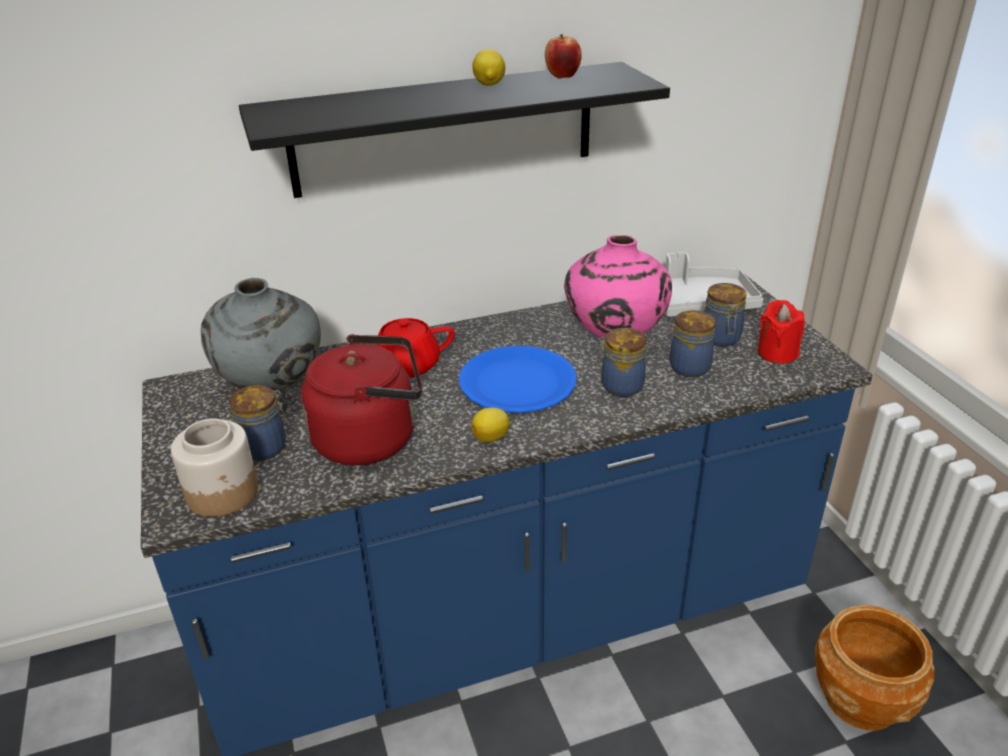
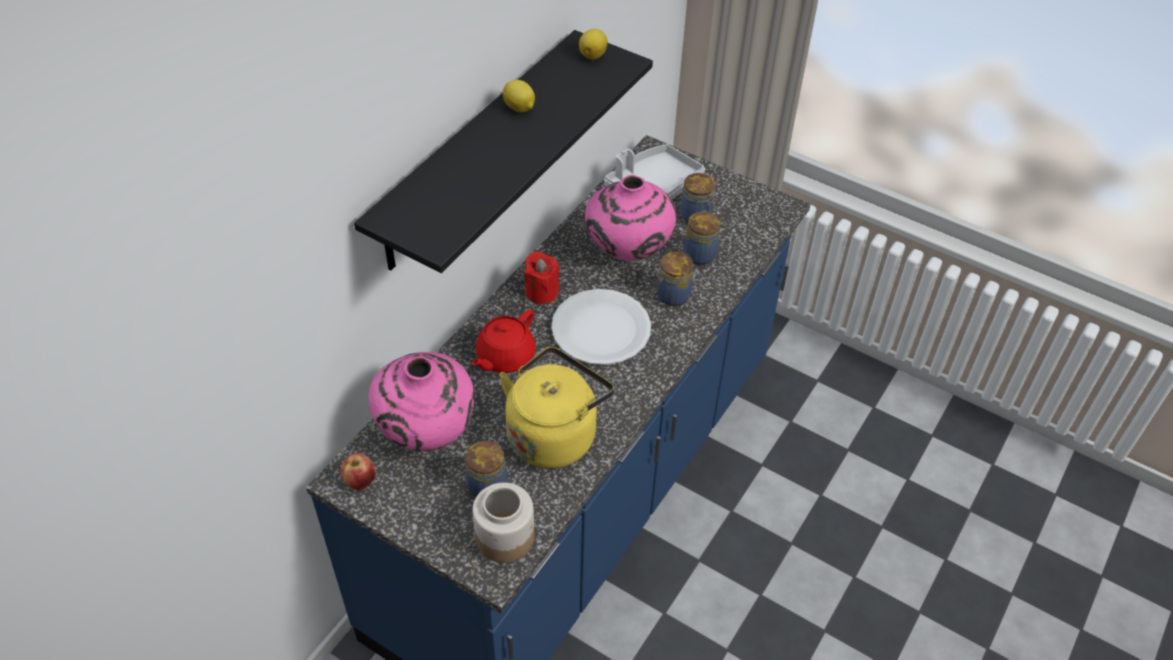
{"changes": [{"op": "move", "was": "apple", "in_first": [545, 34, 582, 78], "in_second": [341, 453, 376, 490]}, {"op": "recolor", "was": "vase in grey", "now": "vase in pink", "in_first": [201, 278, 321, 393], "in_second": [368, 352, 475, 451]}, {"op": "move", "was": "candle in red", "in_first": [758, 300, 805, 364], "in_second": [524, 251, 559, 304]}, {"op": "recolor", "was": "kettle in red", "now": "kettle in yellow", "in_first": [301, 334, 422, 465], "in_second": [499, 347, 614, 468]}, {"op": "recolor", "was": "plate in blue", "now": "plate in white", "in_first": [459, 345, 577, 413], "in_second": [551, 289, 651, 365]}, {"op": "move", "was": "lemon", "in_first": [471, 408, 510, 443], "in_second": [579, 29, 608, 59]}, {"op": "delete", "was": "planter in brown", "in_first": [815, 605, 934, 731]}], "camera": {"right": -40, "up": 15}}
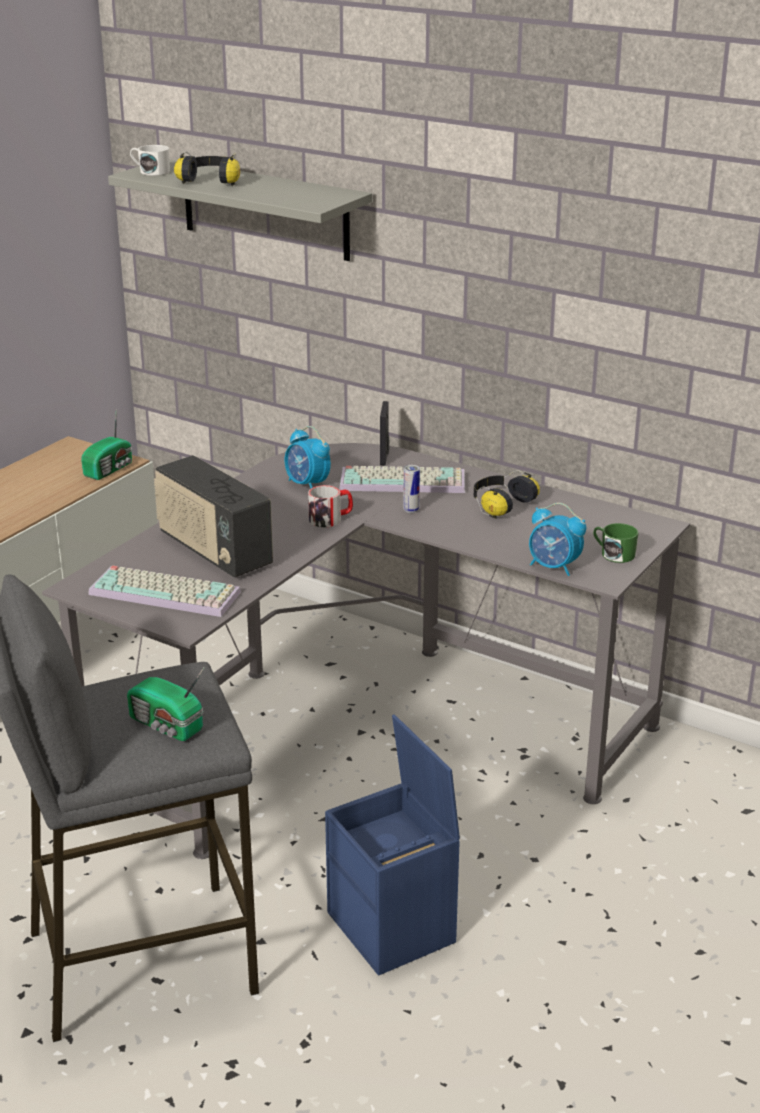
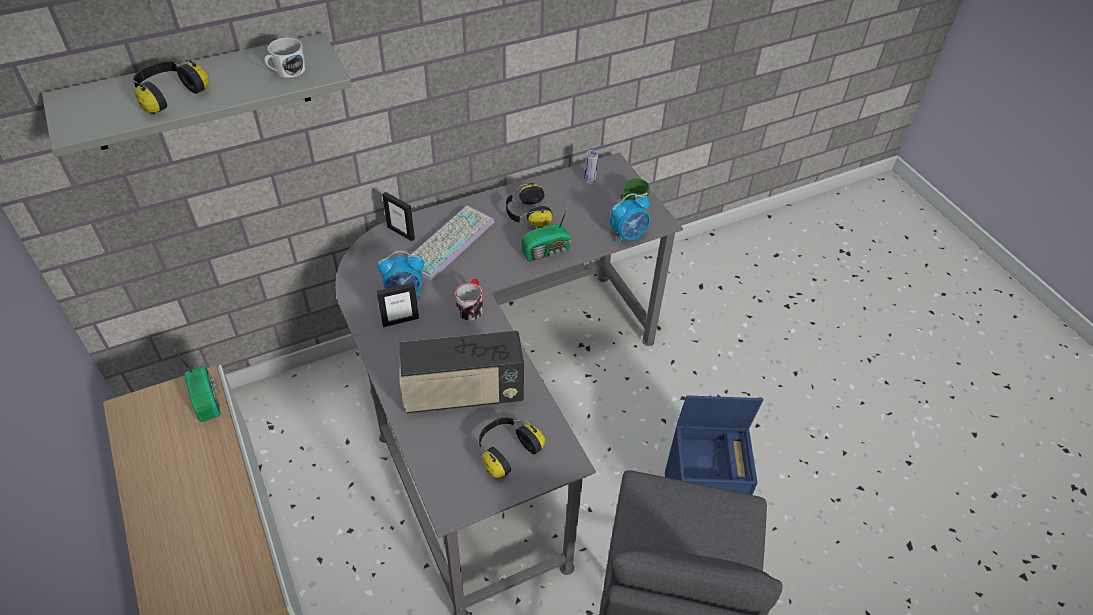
{"changes": [{"op": "move", "was": "mug in white", "in_first": [130, 145, 170, 176], "in_second": [264, 38, 306, 78]}, {"op": "move", "was": "can", "in_first": [403, 465, 420, 513], "in_second": [584, 150, 598, 184]}, {"op": "replace", "was": "keyboard", "now": "headphones", "in_first": [88, 566, 241, 617], "in_second": [479, 418, 545, 478]}, {"op": "move", "was": "radio", "in_first": [127, 667, 205, 741], "in_second": [521, 204, 571, 261]}, {"op": "insert", "now": "picture frame", "in_second": [377, 282, 419, 327]}], "camera": {"right": -60, "up": 20}}
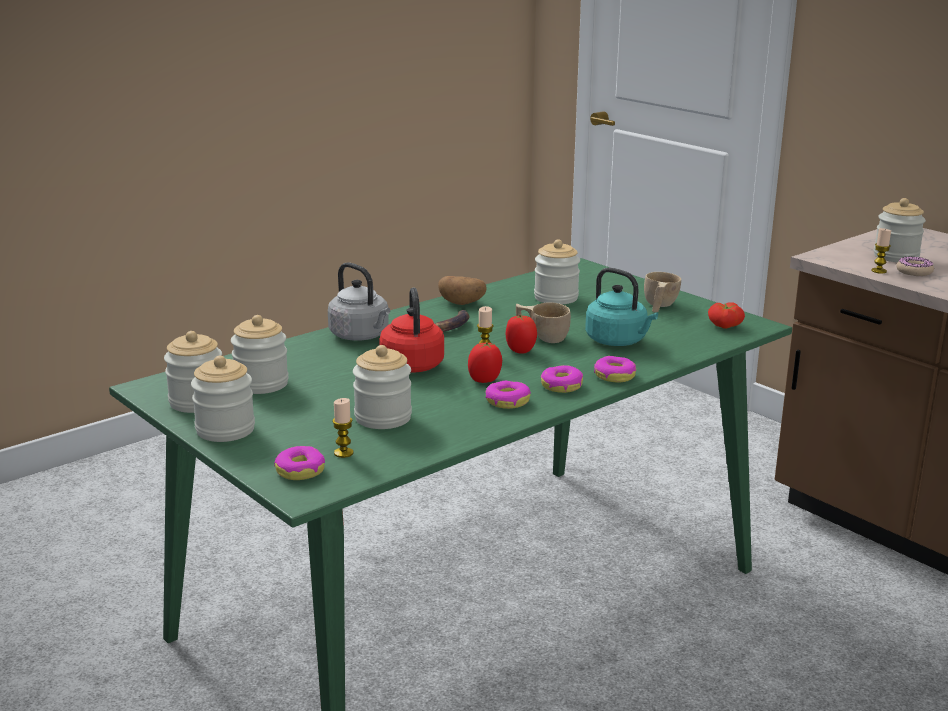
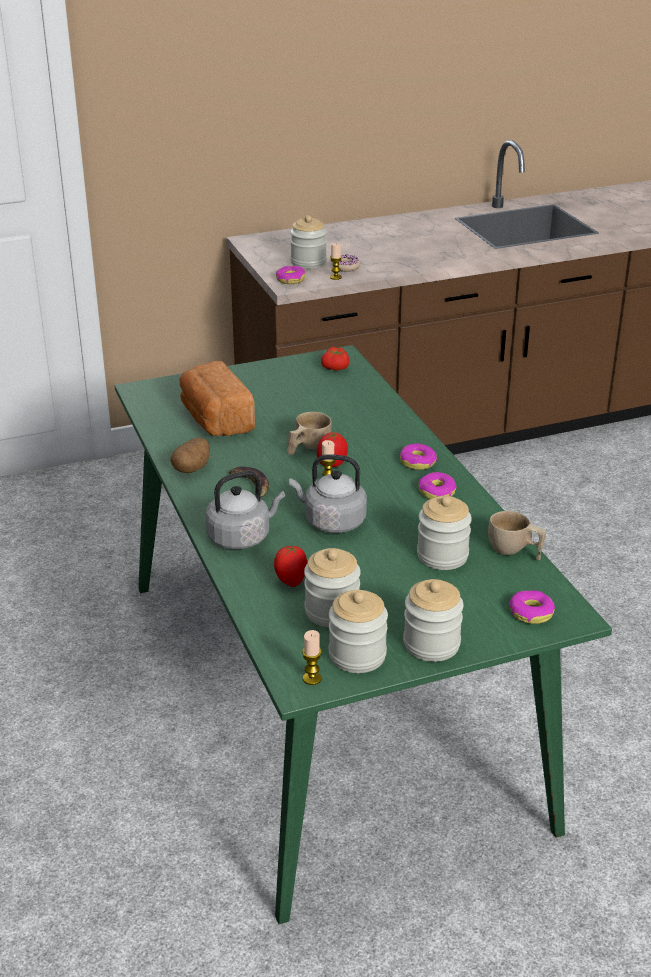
{"changes": [{"op": "replace", "was": "jar", "now": "bread", "in_first": [534, 239, 580, 304], "in_second": [180, 361, 255, 436]}, {"op": "delete", "was": "kettle in turquoise", "in_first": [585, 268, 658, 346]}, {"op": "move", "was": "cup in beige", "in_first": [644, 272, 681, 313], "in_second": [488, 511, 546, 560]}, {"op": "recolor", "was": "kettle in red", "now": "kettle in grey", "in_first": [379, 287, 444, 373], "in_second": [289, 454, 367, 533]}, {"op": "move", "was": "tomato", "in_first": [468, 342, 502, 383], "in_second": [274, 545, 307, 587]}, {"op": "move", "was": "donut", "in_first": [594, 356, 636, 382], "in_second": [276, 266, 305, 284]}, {"op": "move", "was": "candle", "in_first": [333, 398, 354, 458], "in_second": [302, 630, 322, 685]}], "camera": {"right": -70, "up": 10}}
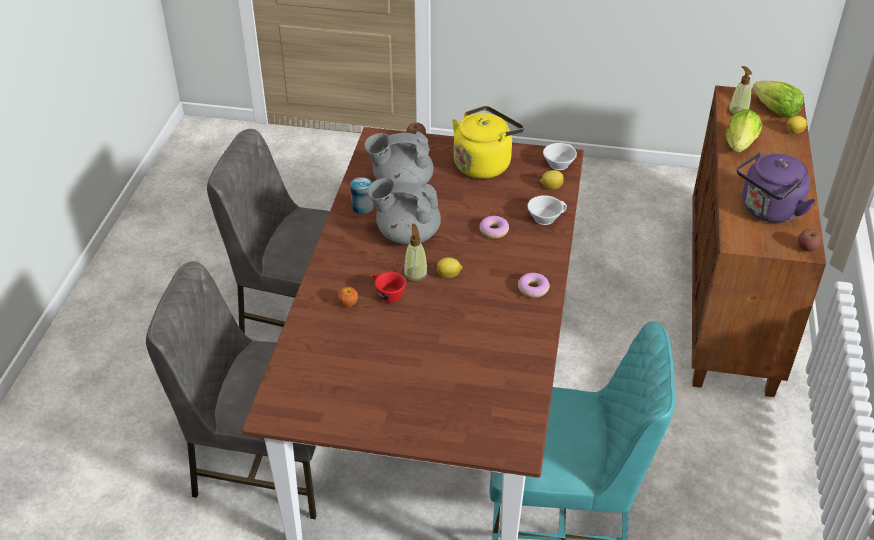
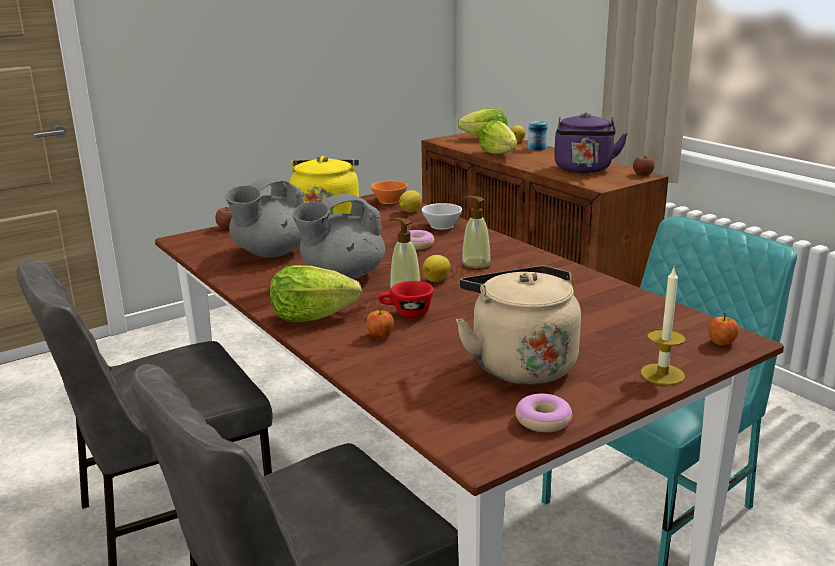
{"changes": [{"op": "move", "was": "soap dispenser", "in_first": [728, 66, 752, 116], "in_second": [461, 196, 491, 270]}, {"op": "recolor", "was": "cup in white", "now": "cup in orange", "in_first": [543, 143, 577, 170], "in_second": [371, 181, 408, 204]}, {"op": "move", "was": "can", "in_first": [350, 177, 374, 214], "in_second": [528, 121, 548, 150]}, {"op": "move", "was": "donut", "in_first": [518, 273, 550, 298], "in_second": [516, 394, 572, 432]}, {"op": "insert", "now": "lettuce", "in_second": [270, 265, 362, 322]}, {"op": "insert", "now": "kettle in beige", "in_second": [456, 266, 581, 385]}, {"op": "insert", "now": "candle", "in_second": [641, 268, 686, 385]}, {"op": "insert", "now": "apple", "in_second": [708, 313, 739, 345]}], "camera": {"right": -45, "up": -20}}
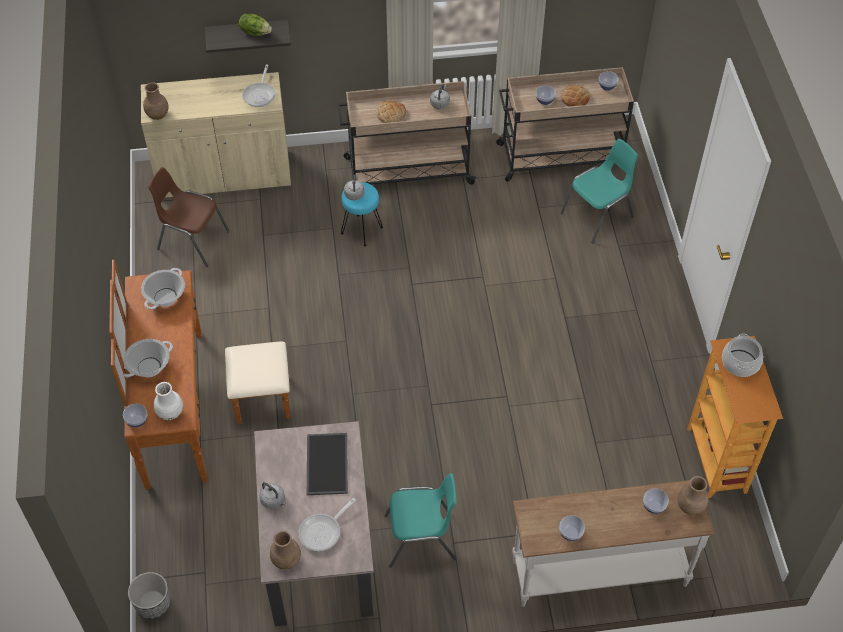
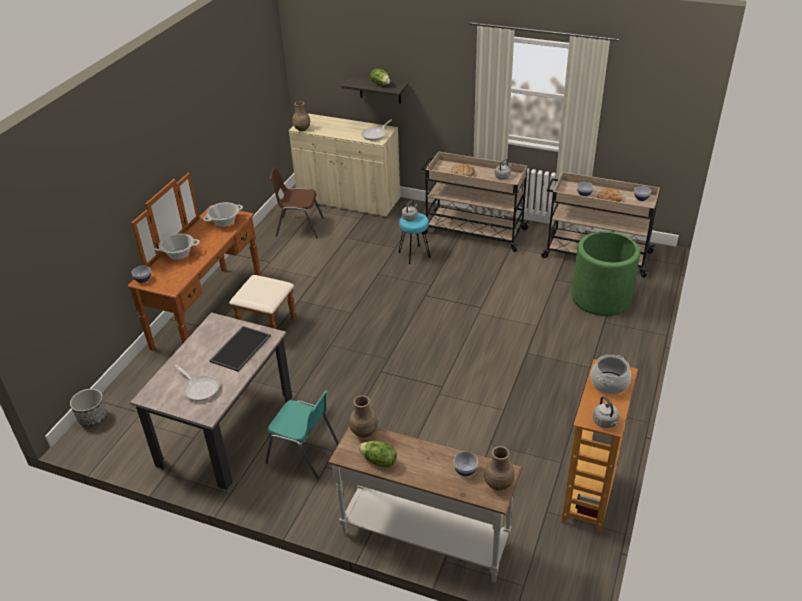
{"changes": [{"op": "replace", "was": "chair in turquoise", "now": "planter in green", "in_first": [561, 139, 638, 243], "in_second": [572, 231, 640, 316]}, {"op": "rotate", "was": "chair in brown", "in_first": [148, 167, 230, 267], "in_second": [270, 167, 324, 238], "clockwise": -45}, {"op": "delete", "was": "vase in white", "in_first": [154, 382, 183, 420]}, {"op": "move", "was": "kettle in grey", "in_first": [259, 482, 286, 509], "in_second": [593, 396, 619, 428]}, {"op": "rotate", "was": "frying pan", "in_first": [299, 498, 356, 551], "in_second": [175, 365, 219, 401], "clockwise": -120}, {"op": "replace", "was": "bowl", "now": "lettuce", "in_first": [559, 515, 585, 541], "in_second": [359, 441, 397, 468]}, {"op": "move", "was": "vase in brown", "in_first": [270, 531, 301, 569], "in_second": [349, 395, 378, 437]}], "camera": {"right": 30, "up": -15}}
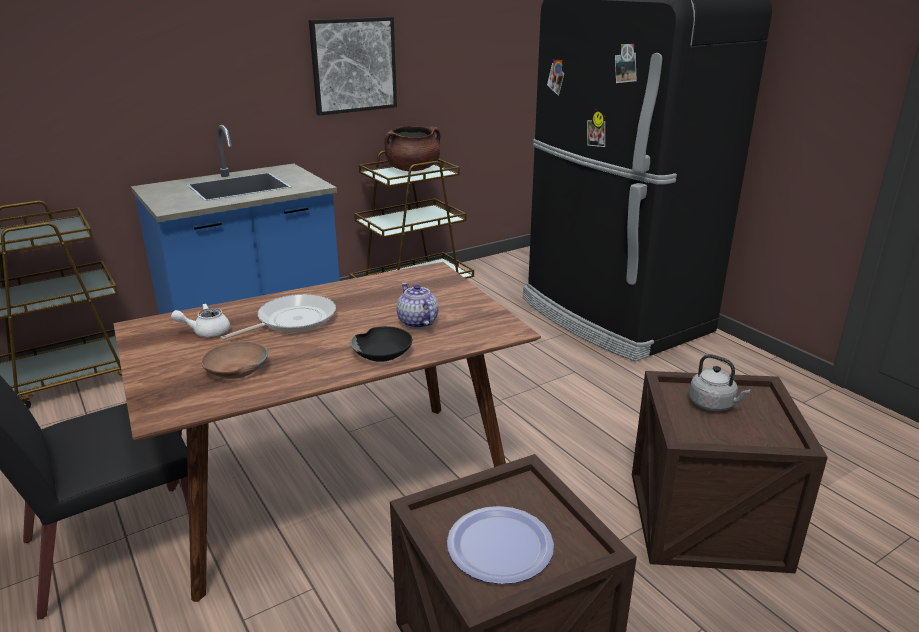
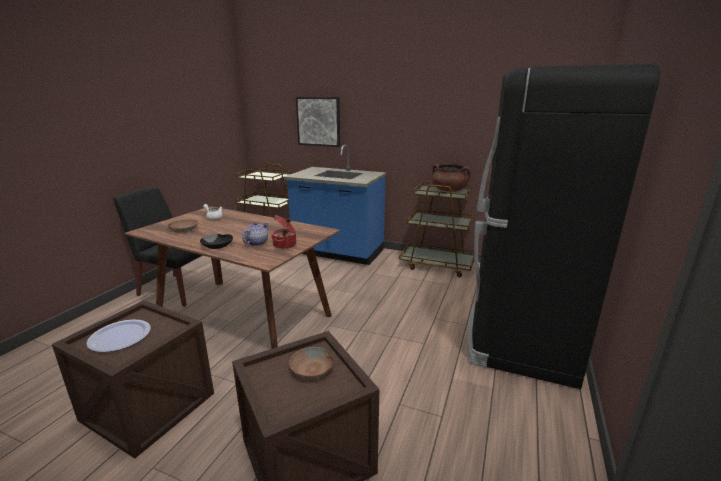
{"changes": [{"op": "move", "was": "picture", "in_first": [309, 17, 397, 116], "in_second": [296, 97, 340, 147]}, {"op": "delete", "was": "frying pan", "in_first": [220, 294, 336, 340]}, {"op": "replace", "was": "kettle in grey", "now": "bowl in brown", "in_first": [689, 354, 751, 411], "in_second": [289, 347, 335, 378]}, {"op": "insert", "now": "cooking pot", "in_second": [271, 215, 296, 249]}], "camera": {"right": 55, "up": -5}}
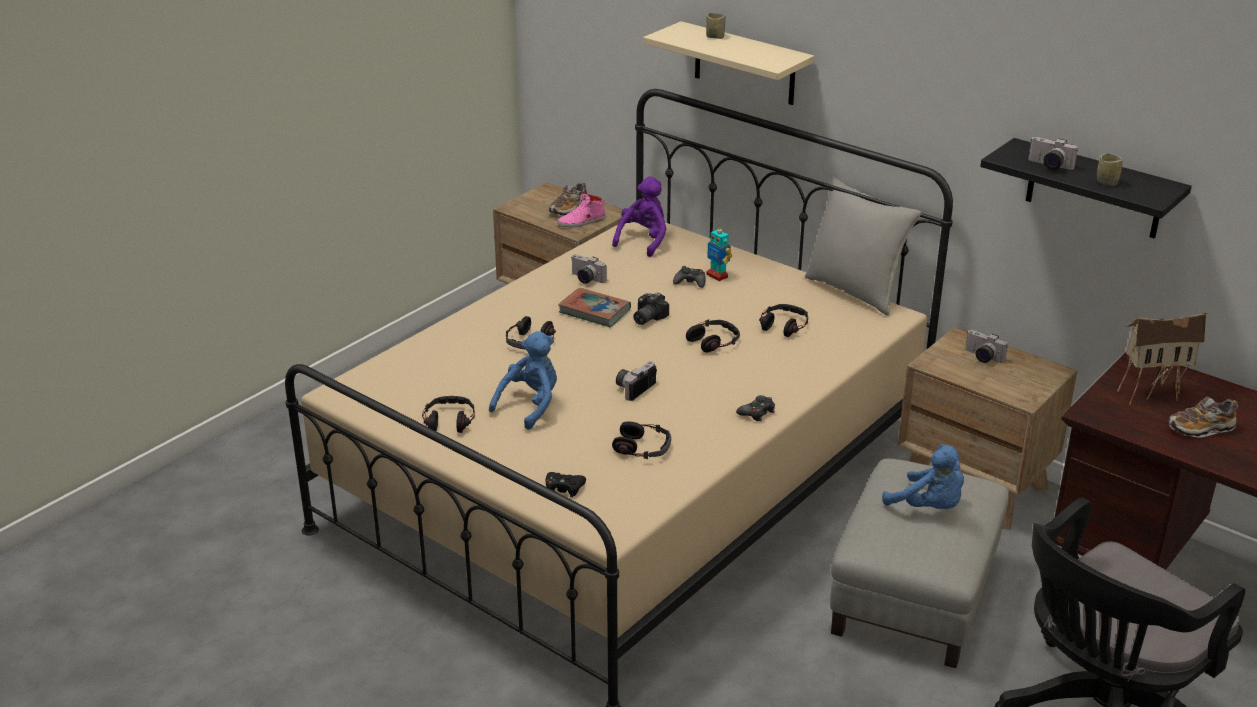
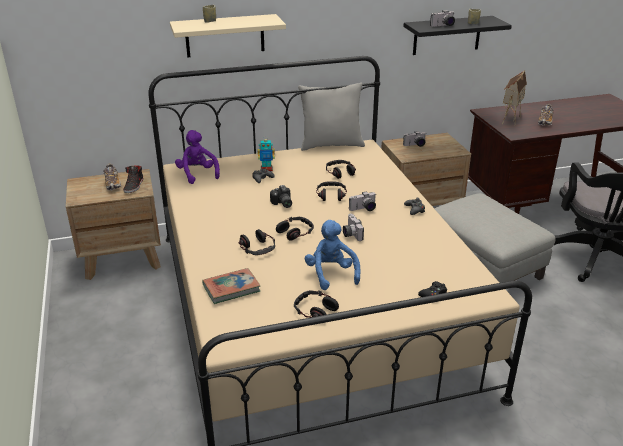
{"changes": [{"op": "recolor", "was": "shoe in pink", "now": "shoe in black", "in_first": [557, 193, 605, 228], "in_second": [123, 165, 143, 193]}, {"op": "move", "was": "photo camera", "in_first": [572, 254, 607, 284], "in_second": [349, 191, 376, 211]}, {"op": "move", "was": "book", "in_first": [558, 288, 631, 327], "in_second": [202, 268, 260, 304]}, {"op": "move", "was": "headphones", "in_first": [612, 421, 671, 459], "in_second": [276, 217, 314, 241]}, {"op": "delete", "was": "plush toy in blue", "in_first": [882, 444, 964, 509]}], "camera": {"right": -55, "up": 0}}
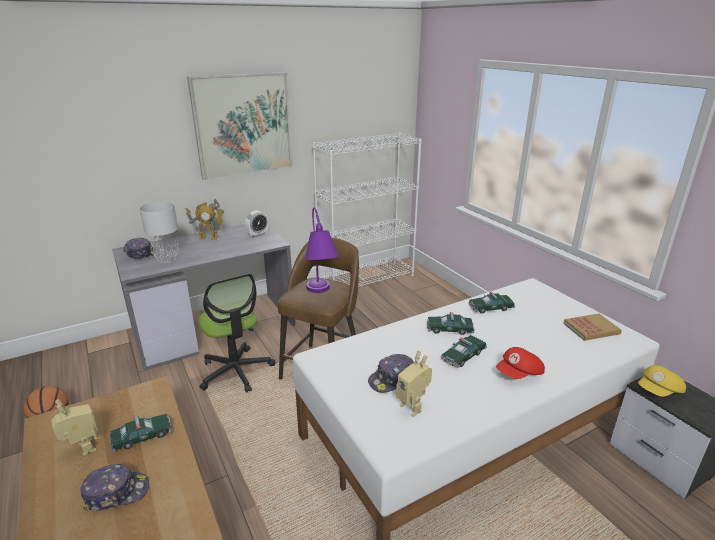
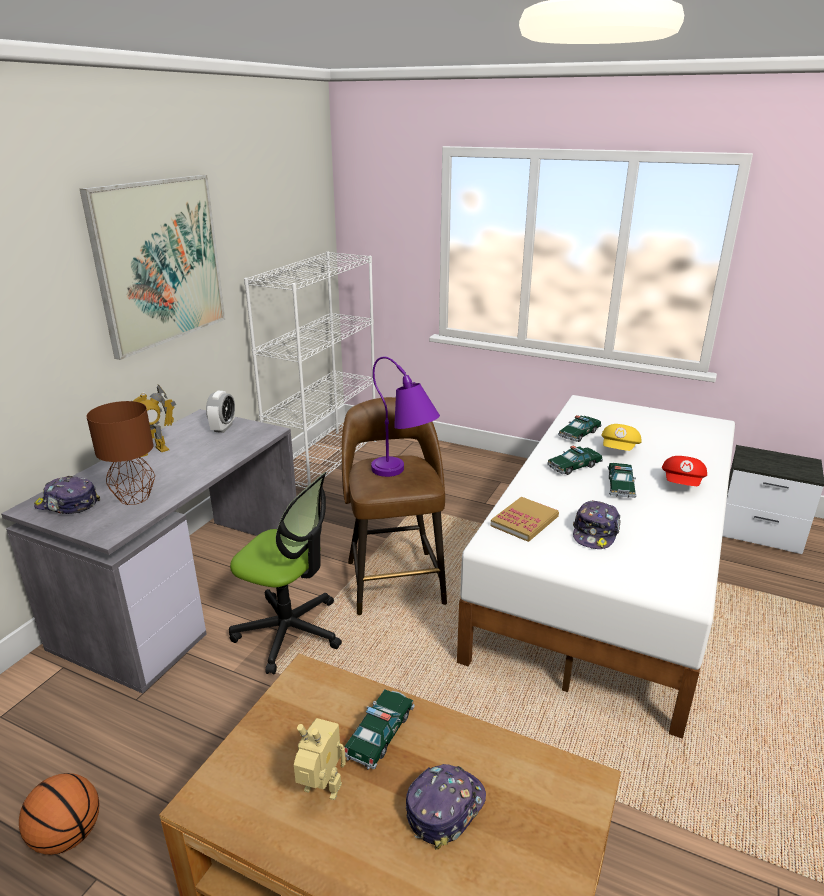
{"changes": [{"op": "recolor", "was": "table lamp in grey", "now": "table lamp in brown", "in_first": [140, 202, 179, 263], "in_second": [87, 401, 155, 505]}, {"op": "move", "was": "book", "in_first": [564, 314, 622, 341], "in_second": [490, 497, 559, 542]}, {"op": "delete", "was": "toy robot", "in_first": [396, 351, 432, 417]}, {"op": "move", "was": "cap in yellow", "in_first": [638, 365, 686, 397], "in_second": [601, 424, 641, 451]}], "camera": {"right": -35, "up": 0}}
